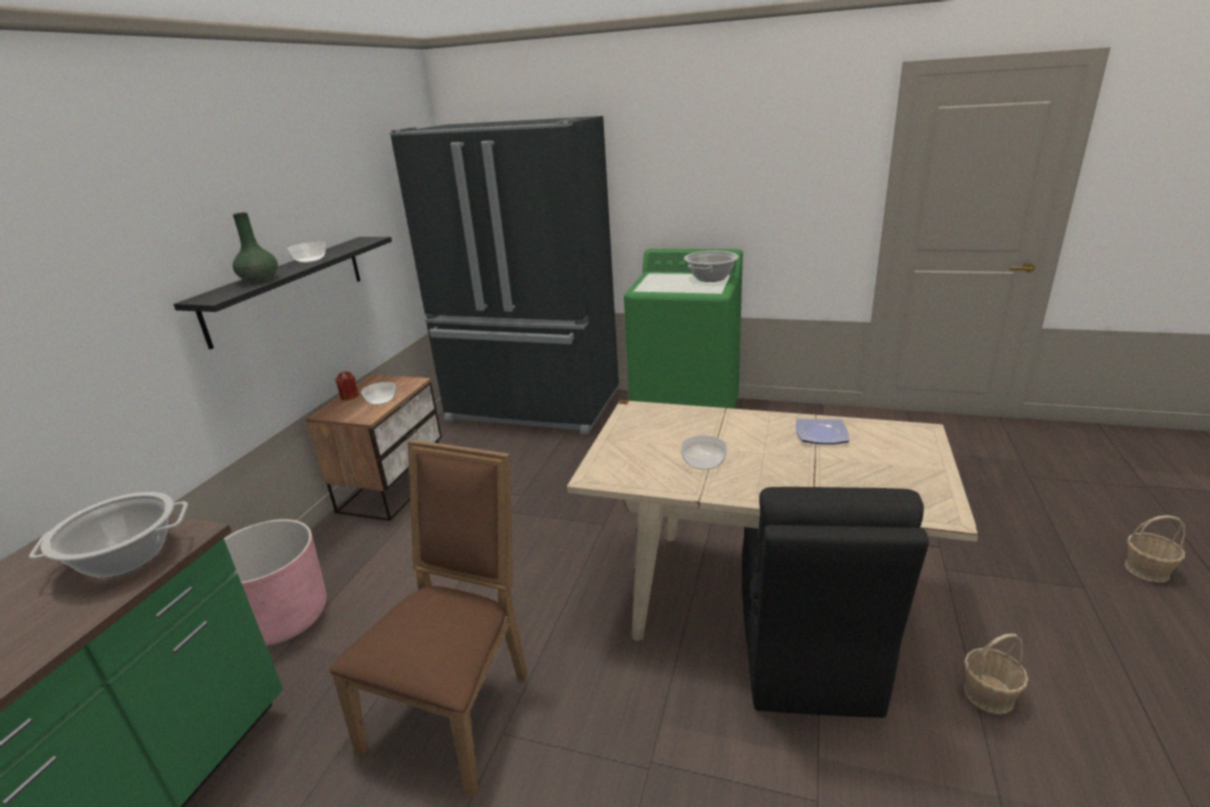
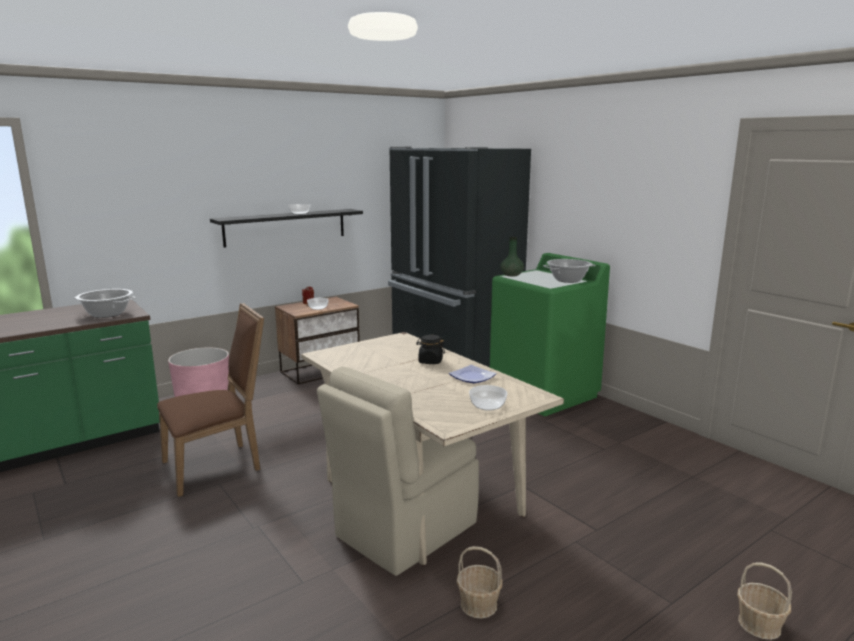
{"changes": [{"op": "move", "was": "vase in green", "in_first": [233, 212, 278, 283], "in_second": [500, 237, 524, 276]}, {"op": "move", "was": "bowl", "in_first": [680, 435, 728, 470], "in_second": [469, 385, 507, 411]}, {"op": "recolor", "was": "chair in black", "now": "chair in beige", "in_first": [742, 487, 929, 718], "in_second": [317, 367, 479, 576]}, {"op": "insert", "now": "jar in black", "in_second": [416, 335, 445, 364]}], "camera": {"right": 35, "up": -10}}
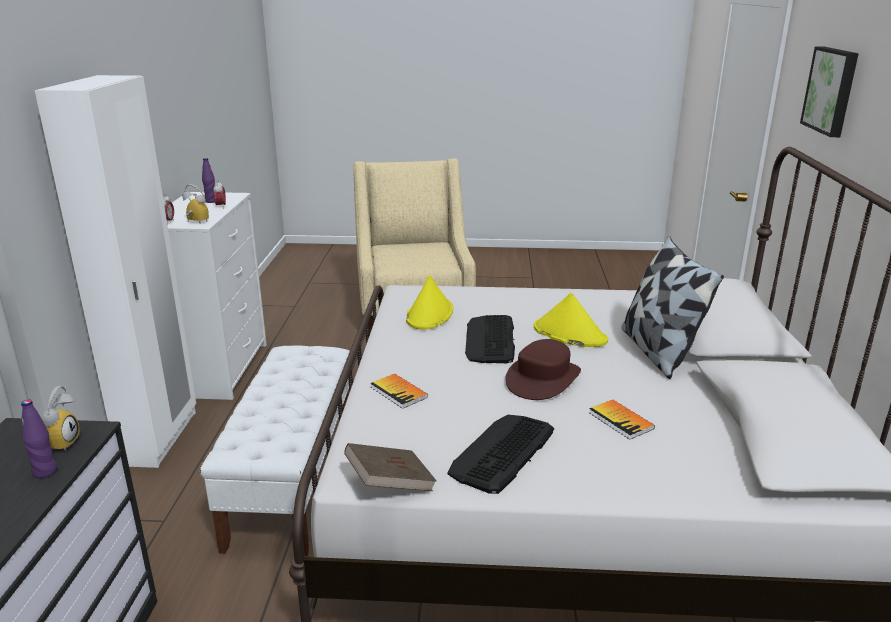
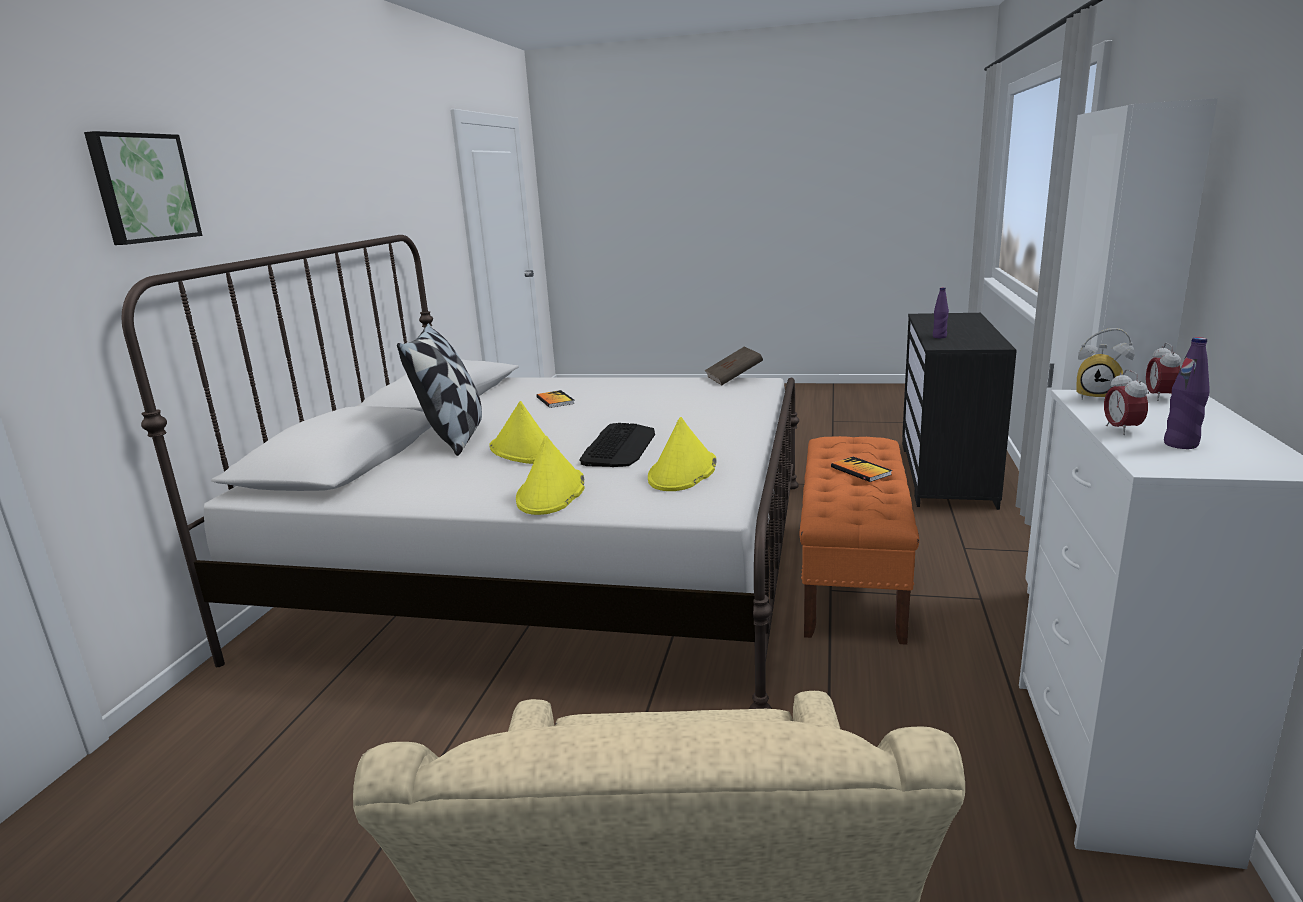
{"changes": [{"op": "delete", "was": "hat in brown", "in_first": [505, 339, 581, 400]}, {"op": "recolor", "was": "bench in white", "now": "bench in orange", "in_first": [200, 345, 350, 557], "in_second": [799, 436, 919, 645]}, {"op": "move", "was": "book", "in_first": [370, 374, 428, 409], "in_second": [831, 457, 892, 482]}, {"op": "delete", "was": "alarm clock", "in_first": [41, 386, 80, 451]}, {"op": "delete", "was": "keyboard", "in_first": [447, 415, 554, 494]}, {"op": "insert", "now": "hat in yellow", "in_second": [516, 436, 585, 515]}], "camera": {"right": -170, "up": -5}}
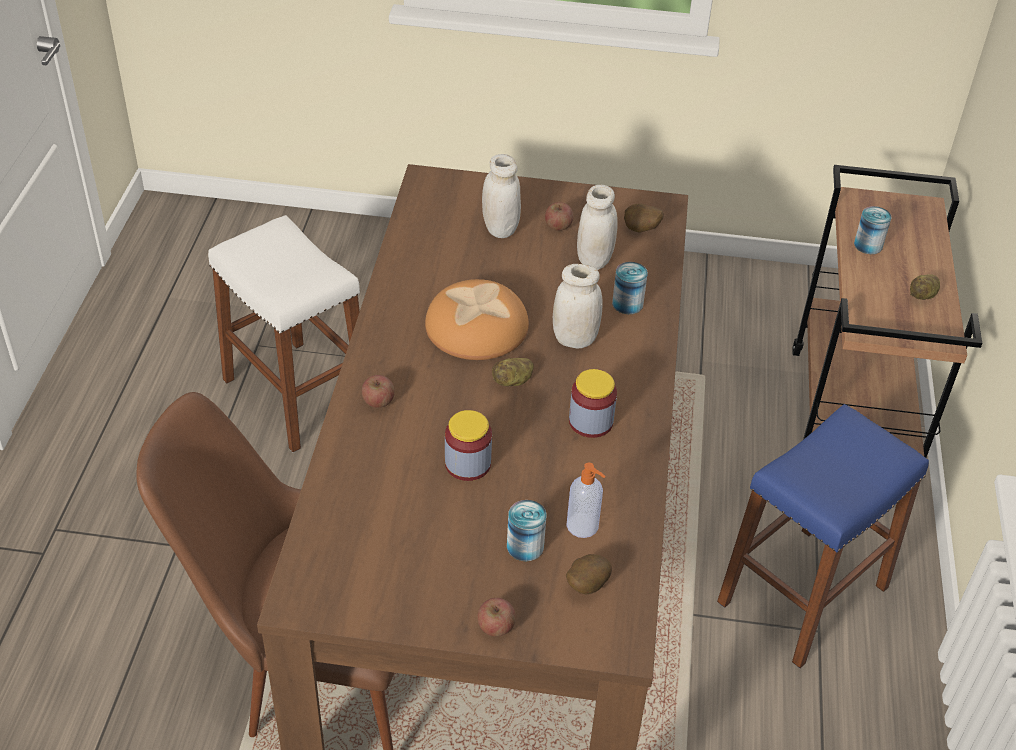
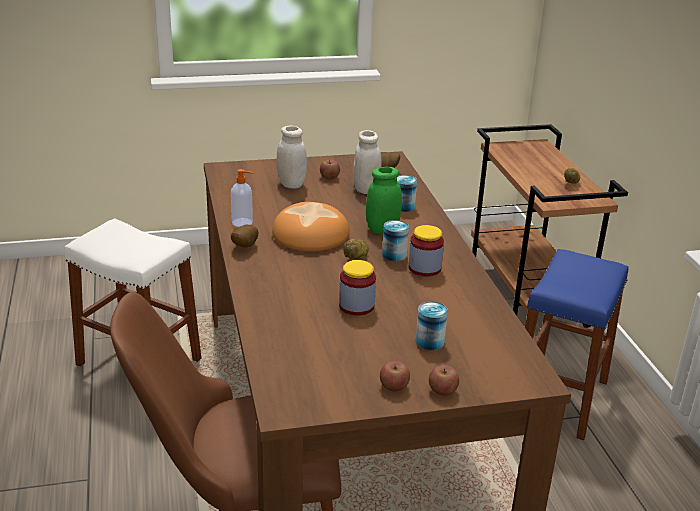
{"changes": [{"op": "move", "was": "can", "in_first": [854, 206, 892, 254], "in_second": [382, 220, 409, 262]}, {"op": "recolor", "was": "jar in white", "now": "jar in green", "in_first": [553, 264, 603, 349], "in_second": [366, 167, 402, 233]}, {"op": "move", "was": "apple", "in_first": [362, 375, 395, 408], "in_second": [380, 361, 410, 391]}, {"op": "move", "was": "soap dispenser", "in_first": [566, 462, 606, 538], "in_second": [231, 169, 253, 227]}, {"op": "move", "was": "potato", "in_first": [566, 554, 612, 594], "in_second": [231, 225, 258, 247]}], "camera": {"right": -20, "up": -15}}
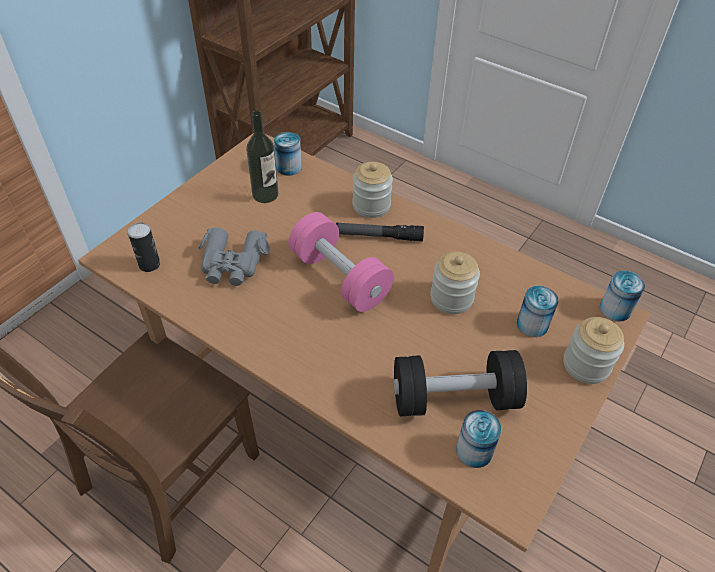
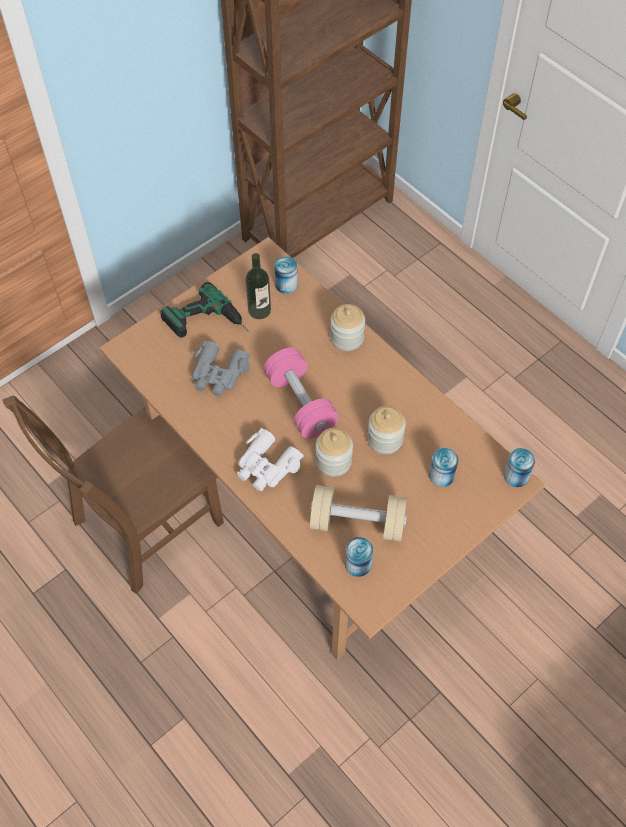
{"changes": [{"op": "delete", "was": "can", "in_first": [127, 222, 160, 272]}, {"op": "delete", "was": "flashlight", "in_first": [336, 223, 424, 241]}, {"op": "move", "was": "jar", "in_first": [563, 317, 624, 384], "in_second": [316, 428, 353, 477]}, {"op": "recolor", "was": "dumbbell in black", "now": "dumbbell in beige", "in_first": [394, 350, 527, 416], "in_second": [310, 485, 407, 541]}, {"op": "insert", "now": "power drill", "in_second": [160, 282, 249, 338]}, {"op": "insert", "now": "binoculars in white", "in_second": [237, 428, 304, 491]}], "camera": {"right": 15, "up": 10}}
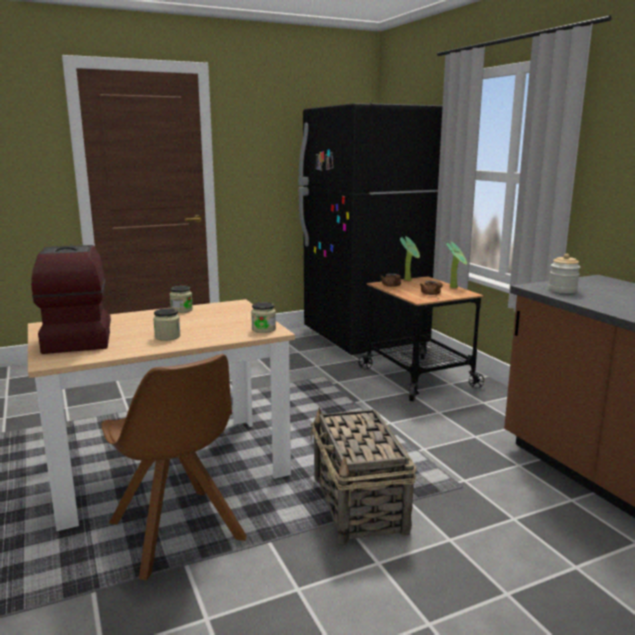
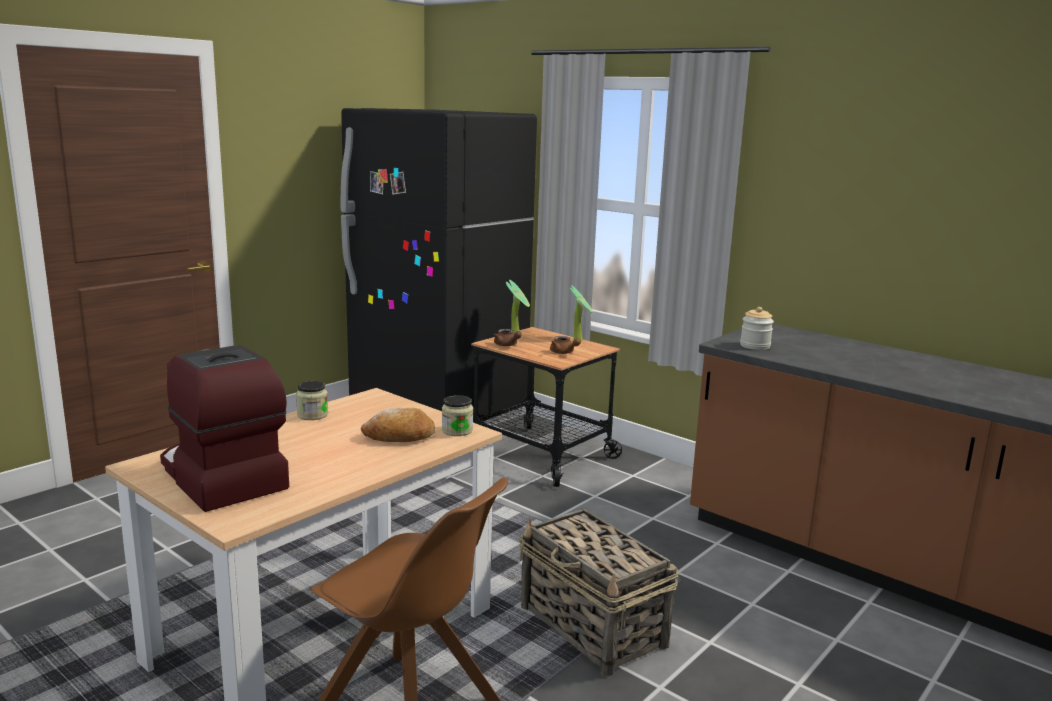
{"changes": [{"op": "delete", "was": "jar", "in_first": [153, 308, 181, 341]}, {"op": "insert", "now": "bread", "in_second": [361, 408, 435, 442]}], "camera": {"right": -25, "up": 0}}
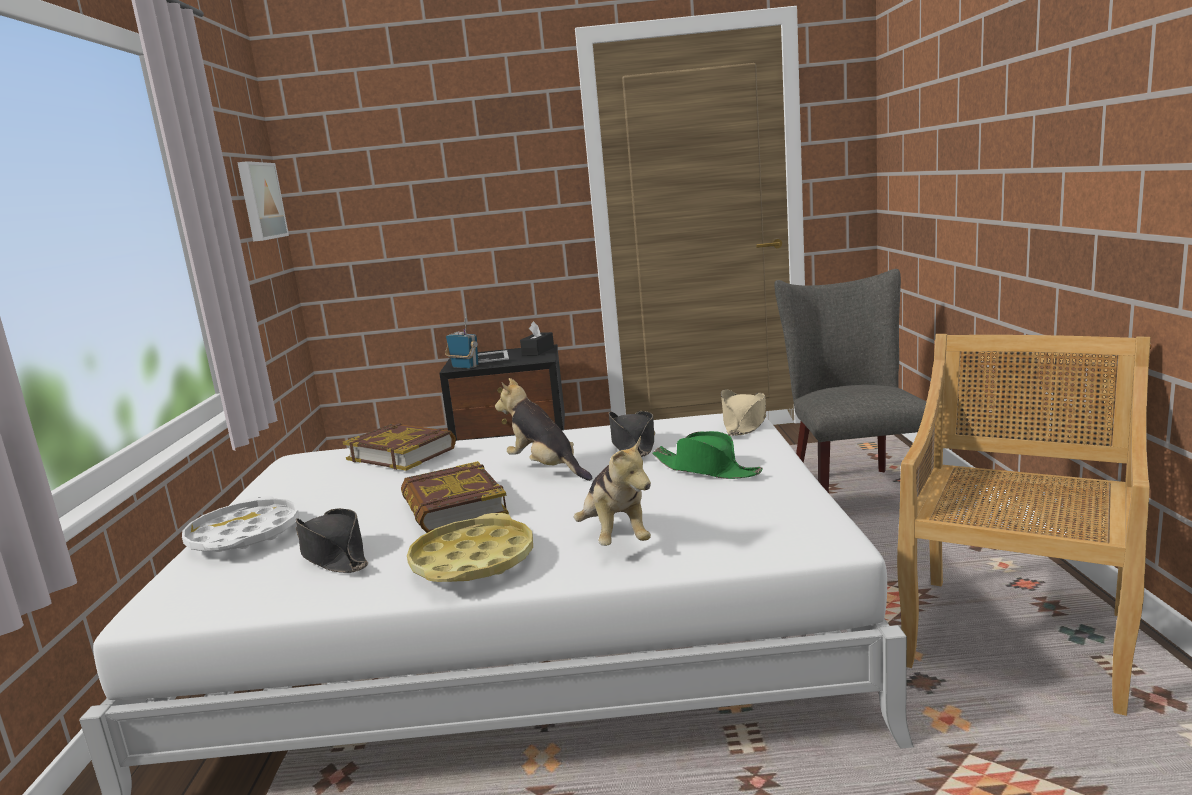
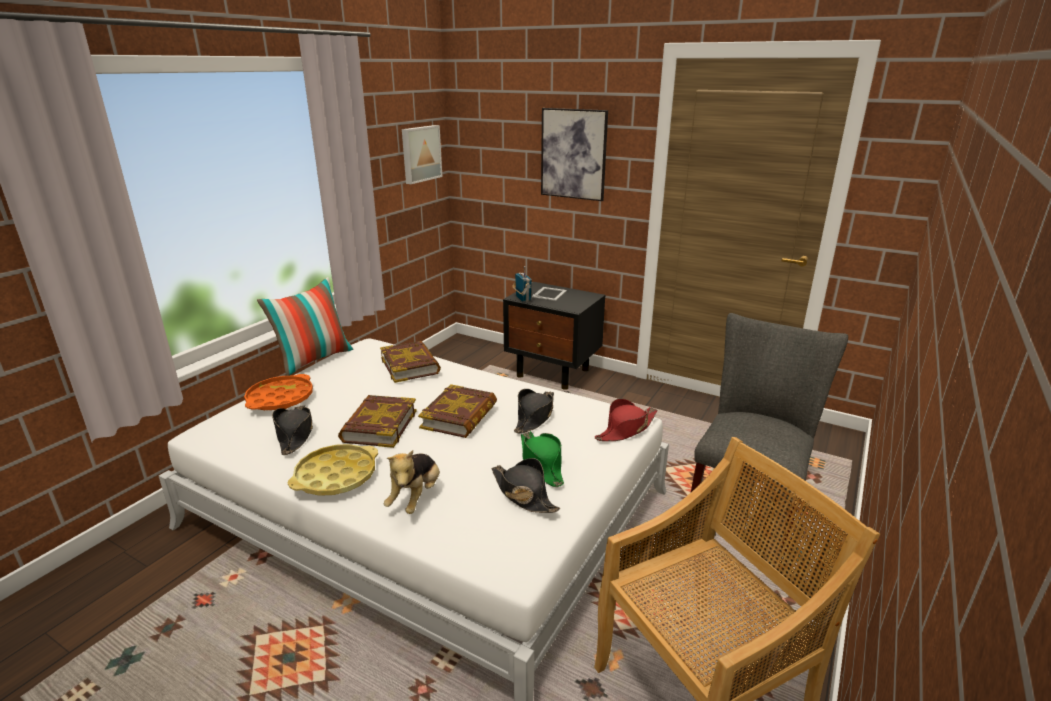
{"changes": [{"op": "delete", "was": "tissue box in black", "in_first": [520, 321, 554, 355]}, {"op": "replace", "was": "plush toy", "now": "book", "in_first": [495, 378, 592, 481], "in_second": [418, 384, 497, 438]}, {"op": "recolor", "was": "hat in beige", "now": "hat in red", "in_first": [721, 390, 766, 436], "in_second": [595, 399, 658, 441]}, {"op": "recolor", "was": "tray in white", "now": "tray in orange", "in_first": [182, 496, 299, 552], "in_second": [244, 374, 313, 410]}, {"op": "insert", "now": "picture", "in_second": [541, 108, 608, 201]}, {"op": "insert", "now": "pillow", "in_second": [257, 277, 353, 376]}, {"op": "insert", "now": "hat in black", "in_second": [491, 458, 560, 513]}], "camera": {"right": 30, "up": 10}}
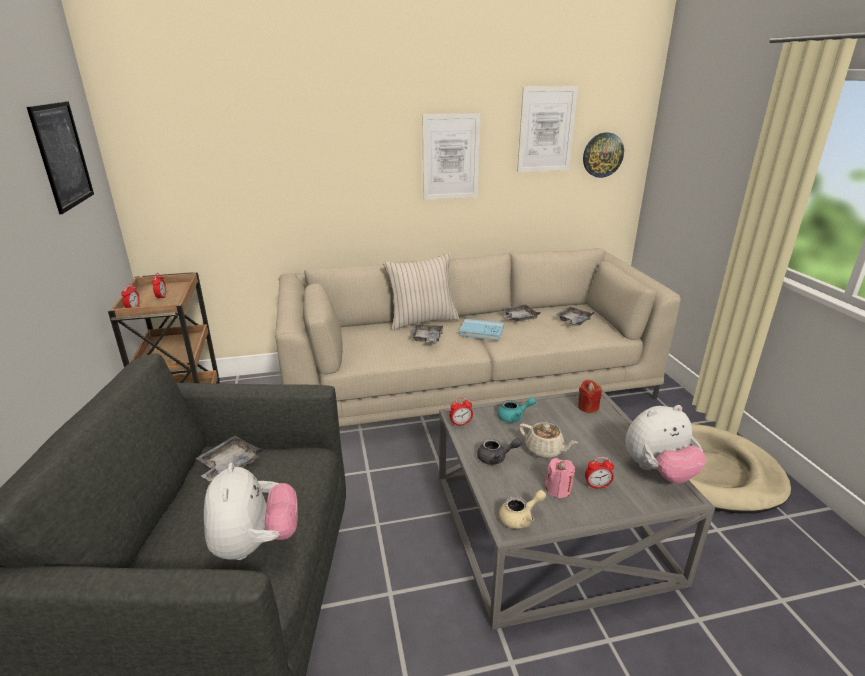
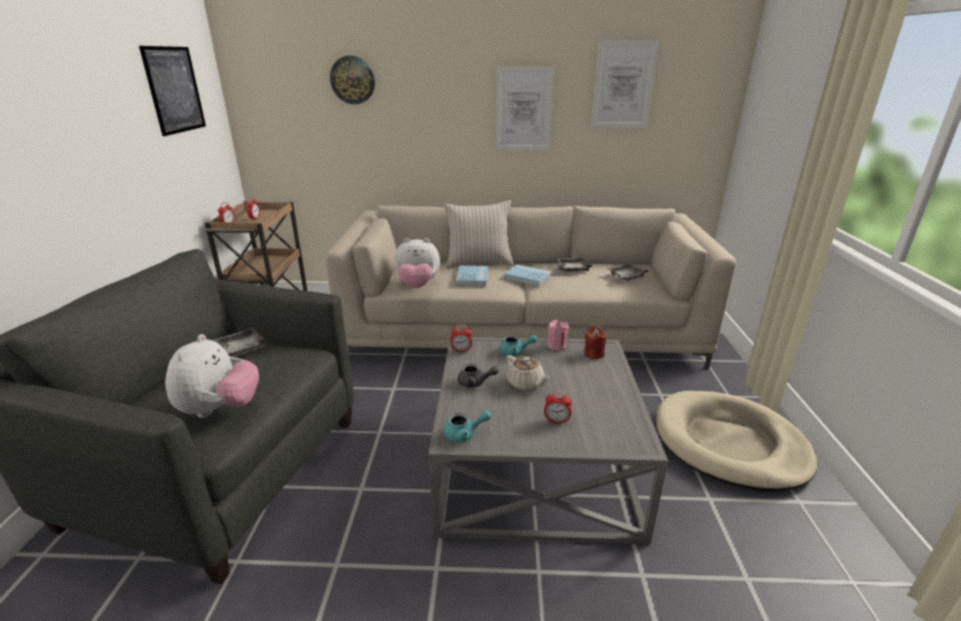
{"changes": [{"op": "move", "was": "wall clock", "in_first": [583, 132, 624, 178], "in_second": [330, 56, 375, 104]}, {"op": "replace", "was": "tray in grey", "now": "book in blue", "in_first": [410, 324, 443, 343], "in_second": [456, 266, 488, 286]}, {"op": "move", "was": "plush toy", "in_first": [626, 405, 706, 484], "in_second": [395, 238, 440, 288]}, {"op": "move", "was": "candle in pink", "in_first": [545, 458, 575, 498], "in_second": [547, 320, 569, 350]}, {"op": "recolor", "was": "teapot in beige", "now": "teapot in turquoise", "in_first": [499, 490, 546, 529], "in_second": [443, 411, 491, 442]}], "camera": {"right": 15, "up": 0}}
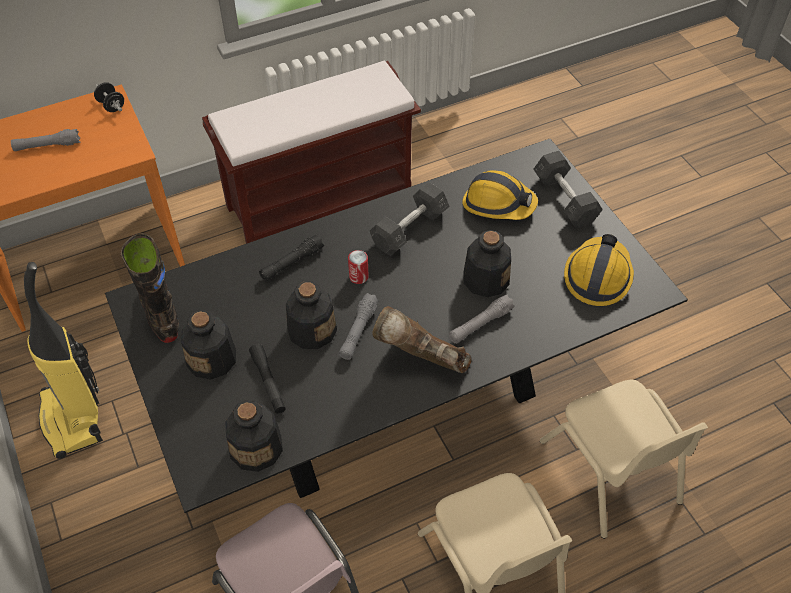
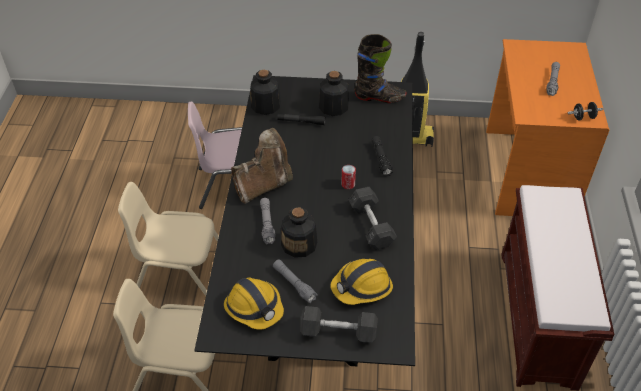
{"changes": [{"op": "delete", "was": "bottle", "in_first": [286, 281, 337, 349]}, {"op": "move", "was": "flashlight in grey", "in_first": [339, 293, 379, 360], "in_second": [273, 259, 318, 303]}], "camera": {"right": 120, "up": -5}}
